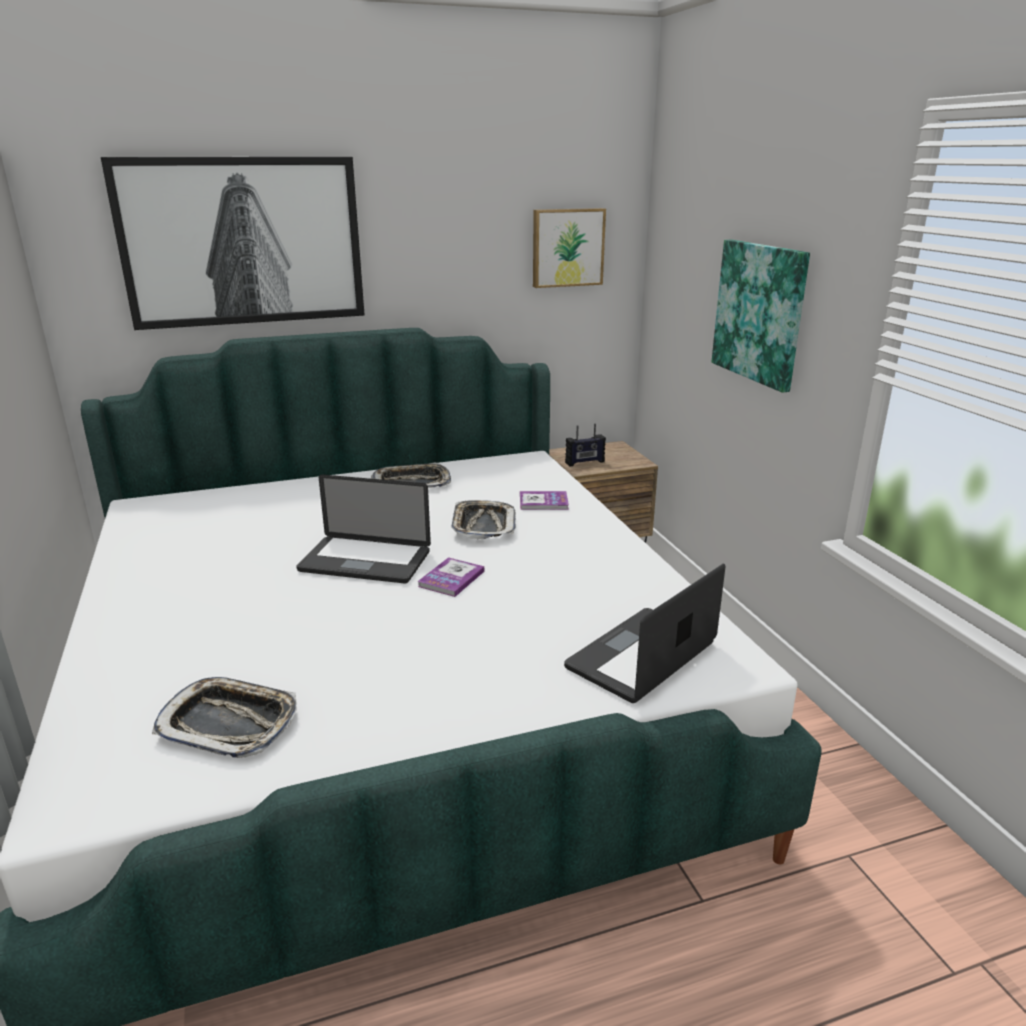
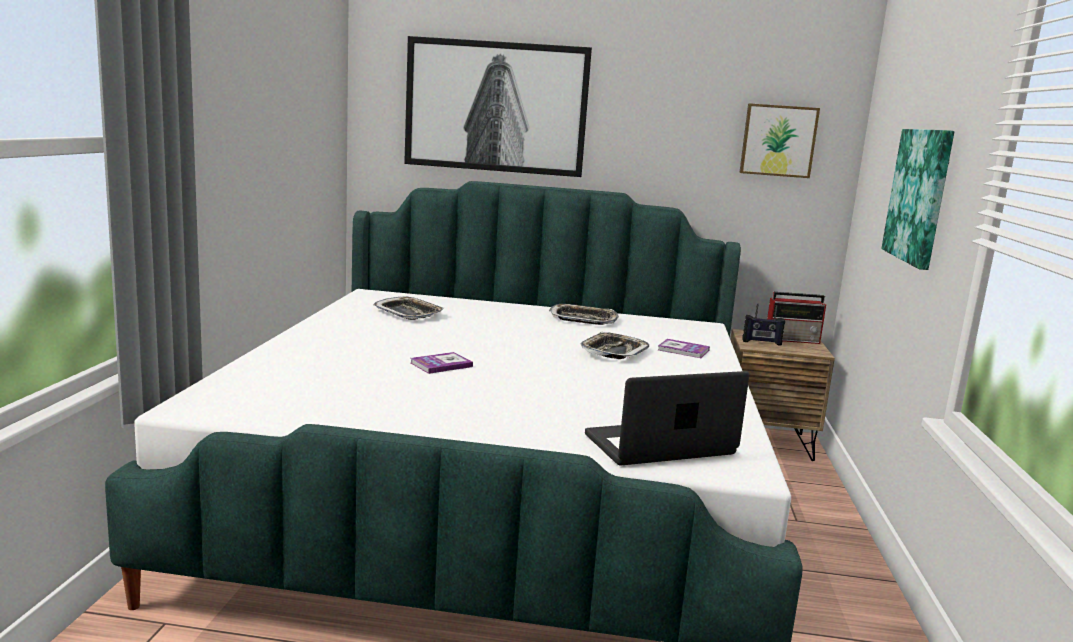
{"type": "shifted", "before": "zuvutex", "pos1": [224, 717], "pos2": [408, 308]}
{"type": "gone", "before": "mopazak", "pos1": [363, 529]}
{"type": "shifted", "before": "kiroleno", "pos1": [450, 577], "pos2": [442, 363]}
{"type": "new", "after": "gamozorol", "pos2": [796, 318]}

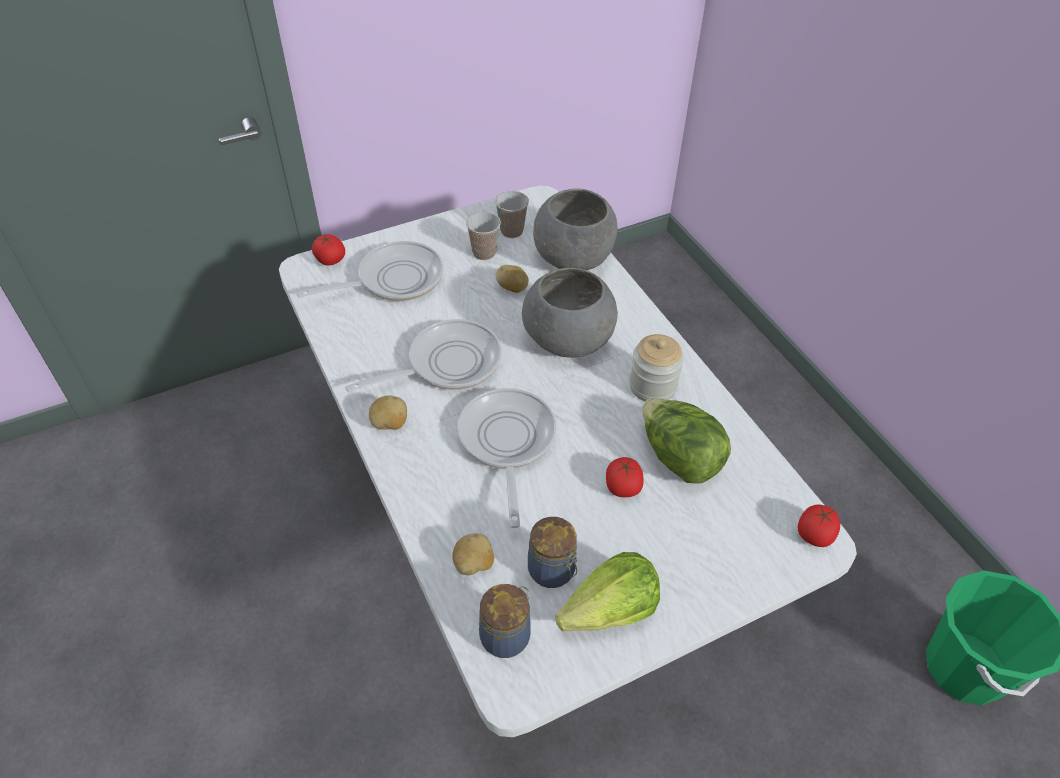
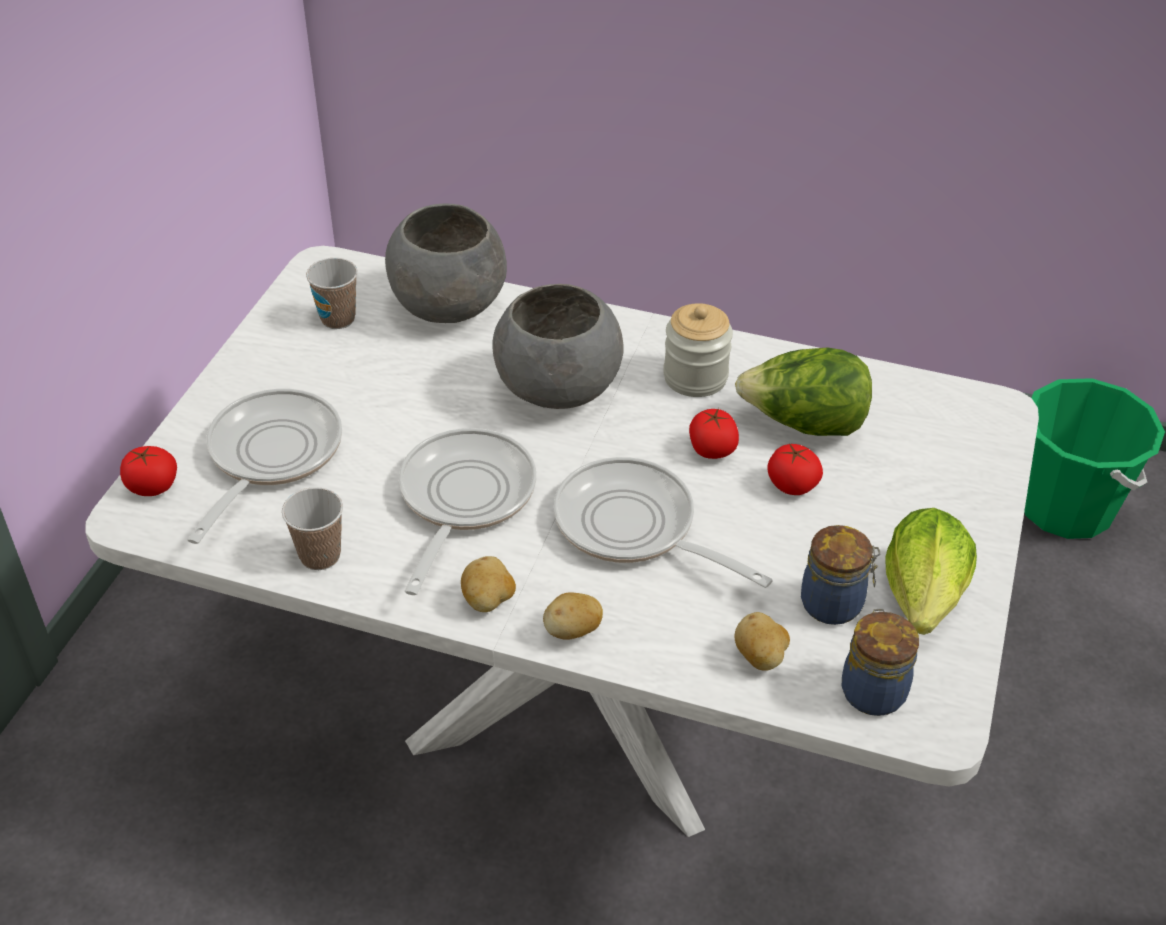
{"type": "shifted", "before": "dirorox", "pos1": [483, 236], "pos2": [312, 528]}
{"type": "shifted", "before": "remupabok", "pos1": [512, 279], "pos2": [573, 616]}
{"type": "shifted", "before": "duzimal", "pos1": [819, 526], "pos2": [714, 433]}

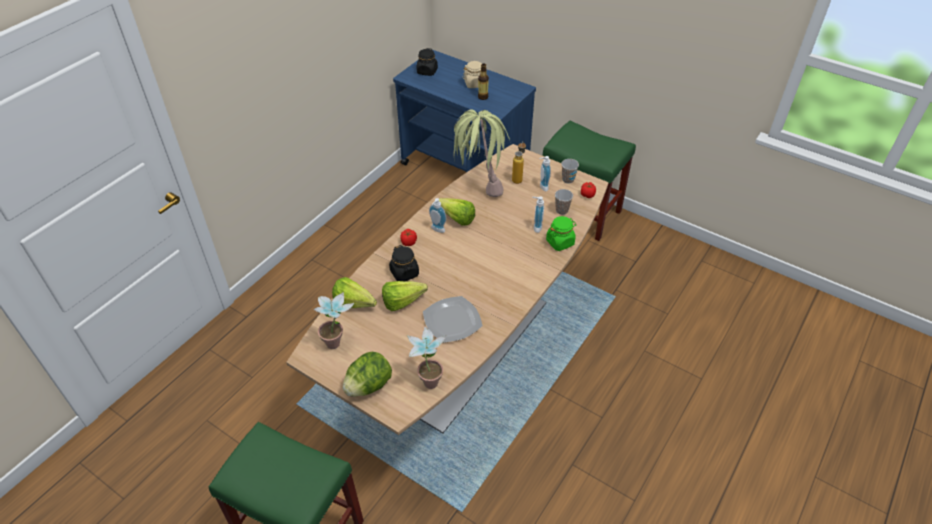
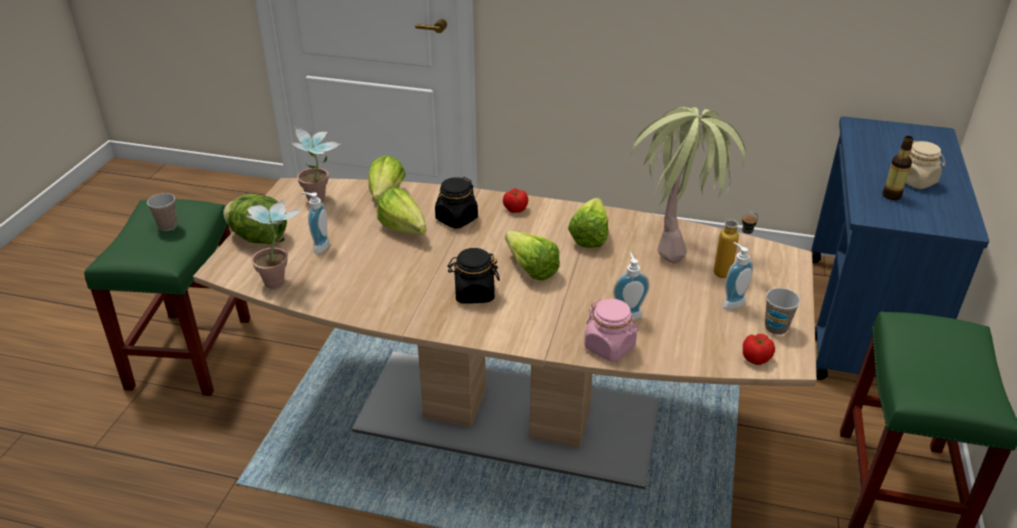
{"type": "shifted", "before": "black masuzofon", "pos1": [427, 62], "pos2": [474, 275]}
{"type": "gone", "before": "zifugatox", "pos1": [453, 319]}
{"type": "shifted", "before": "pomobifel", "pos1": [437, 215], "pos2": [315, 223]}
{"type": "repainted", "before": "green masuzofon", "after": "pink masuzofon", "pos1": [561, 233], "pos2": [611, 330]}
{"type": "shifted", "before": "dirorox", "pos1": [564, 202], "pos2": [162, 212]}
{"type": "new", "after": "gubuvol", "pos2": [532, 255]}

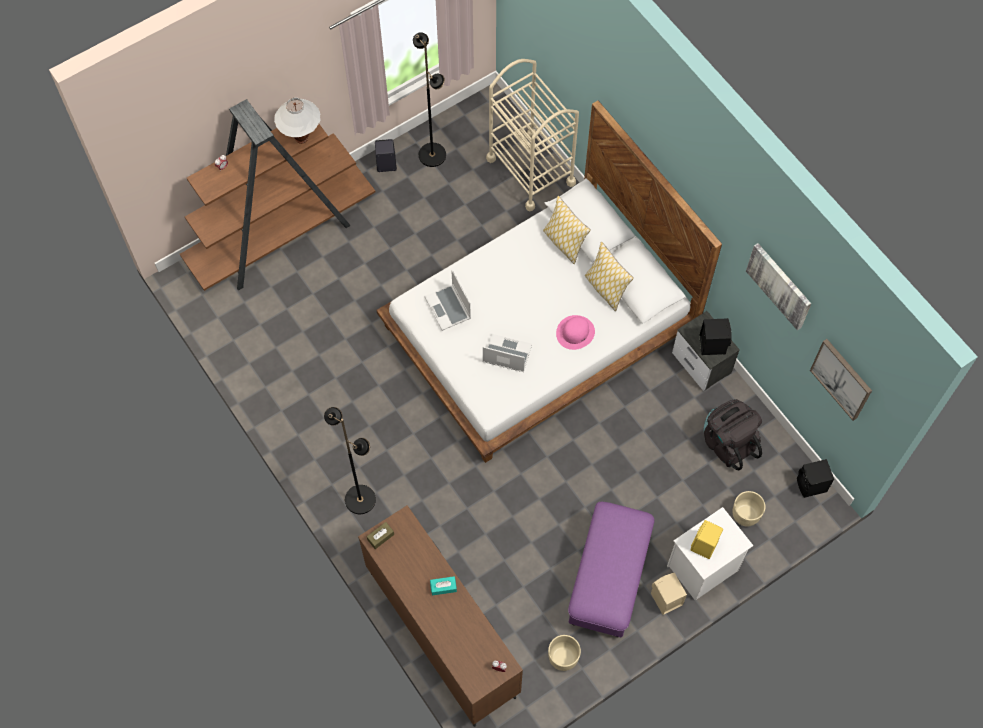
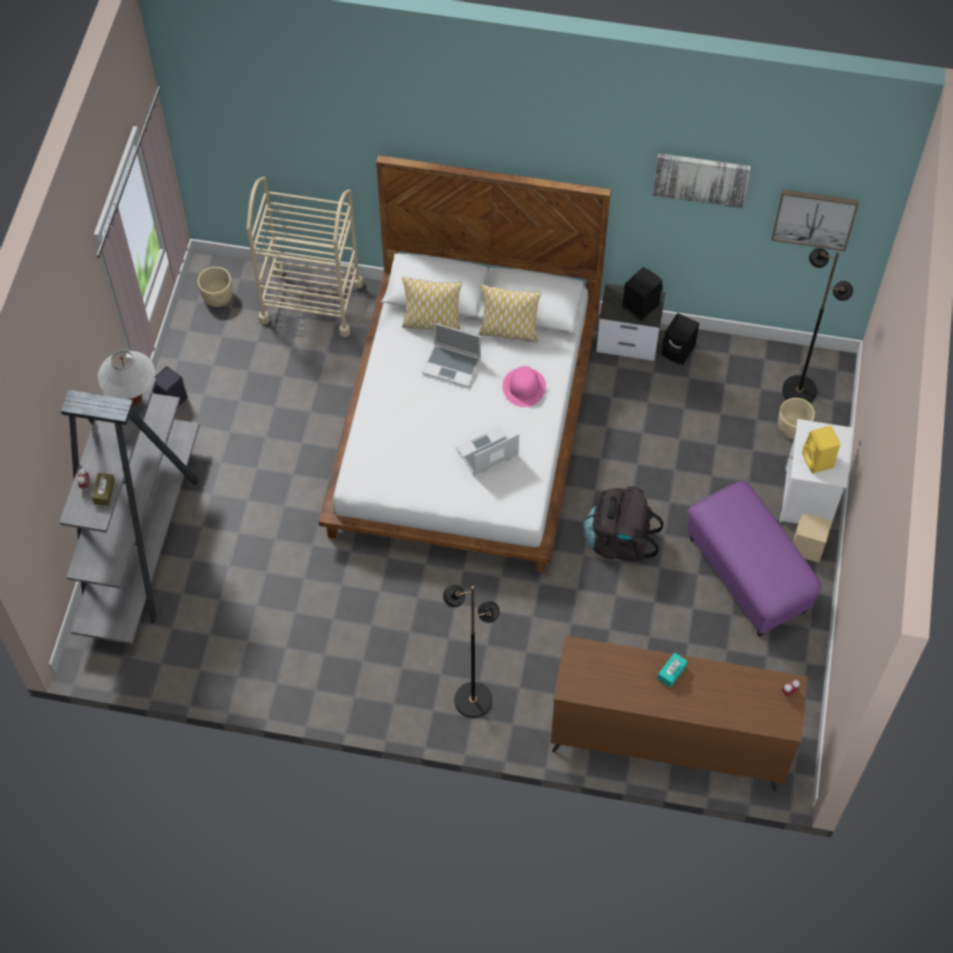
{"type": "repainted", "before": "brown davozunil", "after": "grey davozunil", "pos1": [278, 195], "pos2": [129, 511]}
{"type": "shifted", "before": "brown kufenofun", "pos1": [380, 535], "pos2": [103, 489]}
{"type": "shifted", "before": "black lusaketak", "pos1": [429, 99], "pos2": [817, 325]}
{"type": "shifted", "before": "mopazak", "pos1": [447, 300], "pos2": [451, 355]}
{"type": "shifted", "before": "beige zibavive", "pos1": [564, 653], "pos2": [215, 287]}
{"type": "shifted", "before": "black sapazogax", "pos1": [733, 434], "pos2": [623, 524]}
{"type": "shifted", "before": "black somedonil", "pos1": [815, 478], "pos2": [680, 339]}

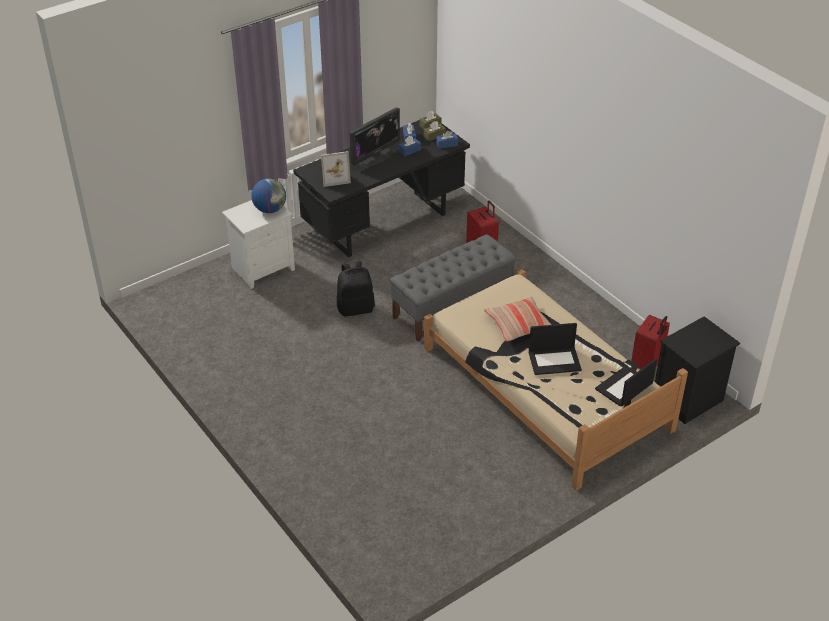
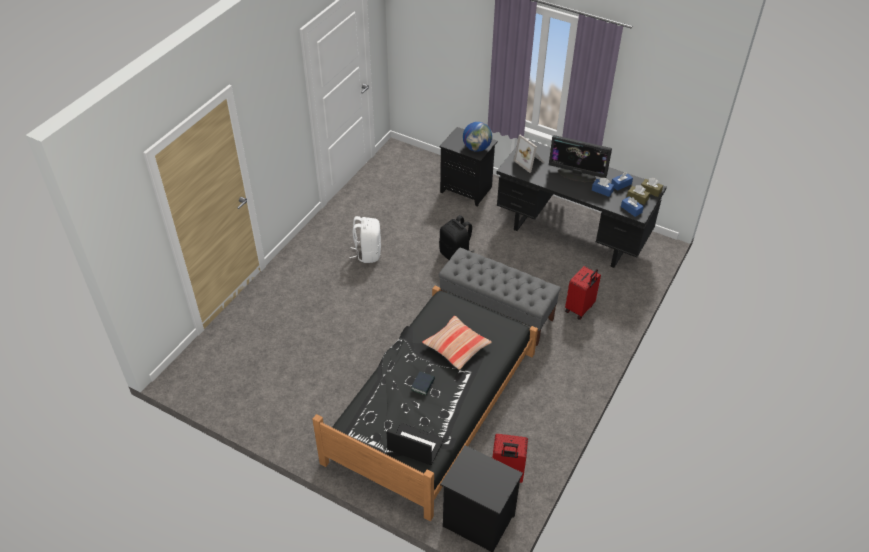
{"type": "repainted", "before": "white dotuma", "after": "black dotuma", "pos1": [258, 244], "pos2": [468, 167]}
{"type": "repainted", "before": "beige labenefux", "after": "black labenefux", "pos1": [556, 380], "pos2": [425, 403]}
{"type": "swapped", "before": "mopazak", "after": "kiroleno", "pos1": [555, 349], "pos2": [423, 383]}
{"type": "new", "after": "white sapazogax", "pos2": [365, 239]}

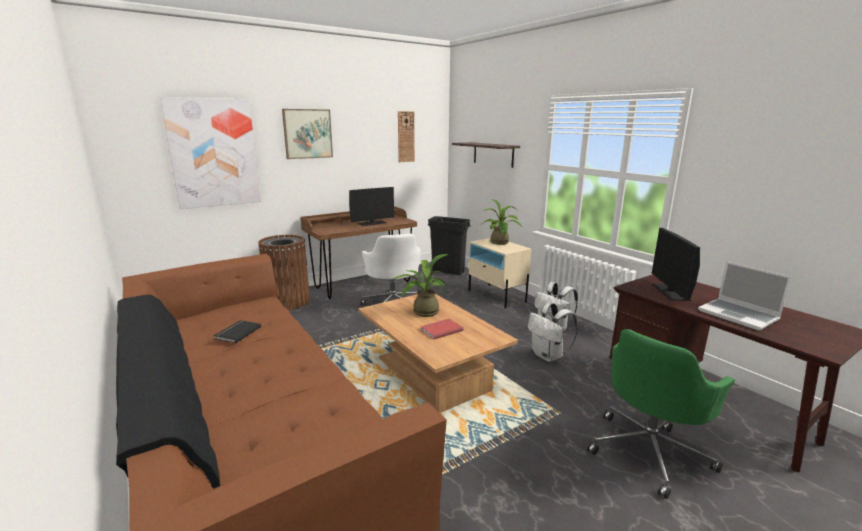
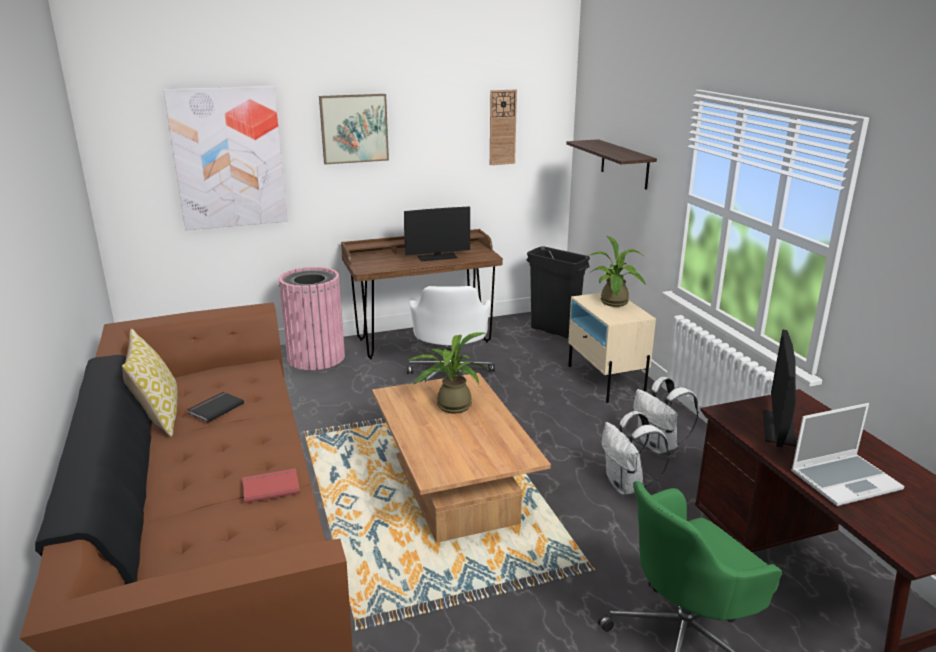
{"type": "repainted", "before": "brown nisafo", "after": "pink nisafo", "pos1": [284, 272], "pos2": [312, 318]}
{"type": "shifted", "before": "red kiroleno", "pos1": [441, 329], "pos2": [271, 485]}
{"type": "rotated", "before": "mopazak", "pos1": [744, 296], "pos2": [847, 454], "turn": -90}
{"type": "new", "after": "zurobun", "pos2": [150, 383]}

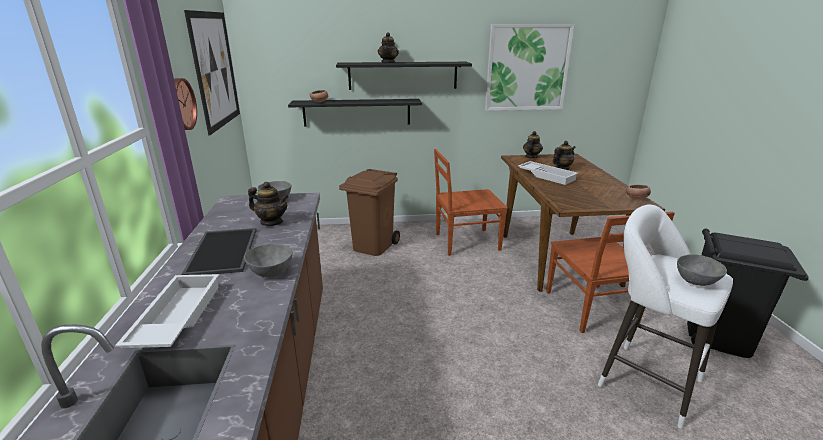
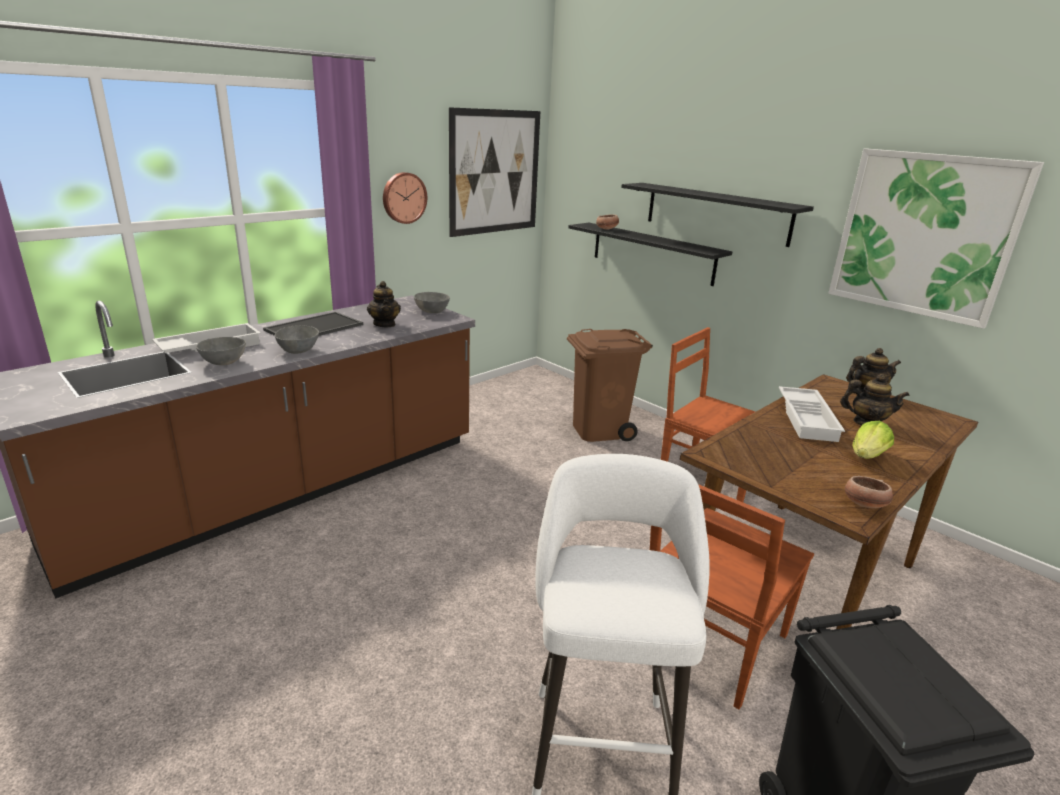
{"type": "gone", "before": "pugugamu", "pos1": [388, 47]}
{"type": "shifted", "before": "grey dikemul", "pos1": [702, 270], "pos2": [221, 351]}
{"type": "new", "after": "gubuvol", "pos2": [873, 440]}

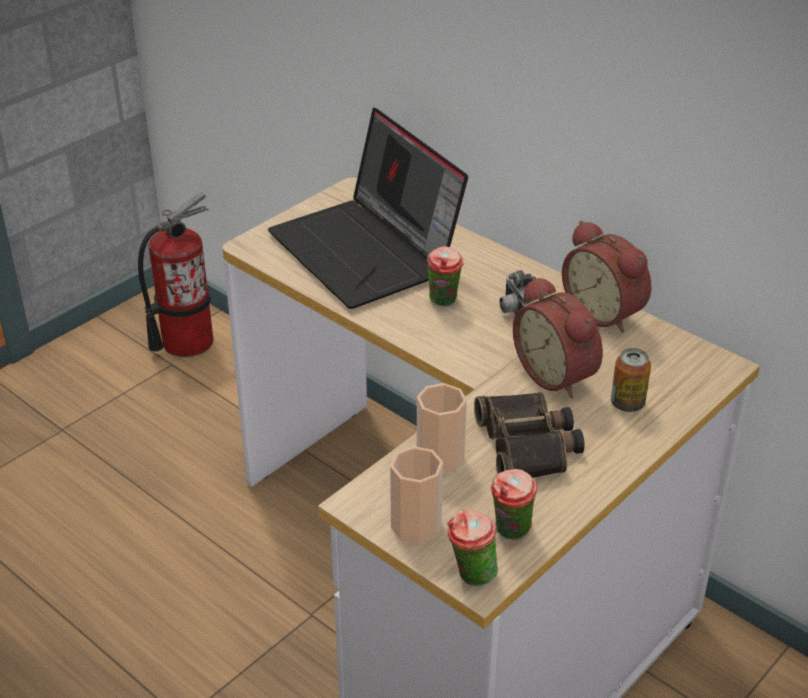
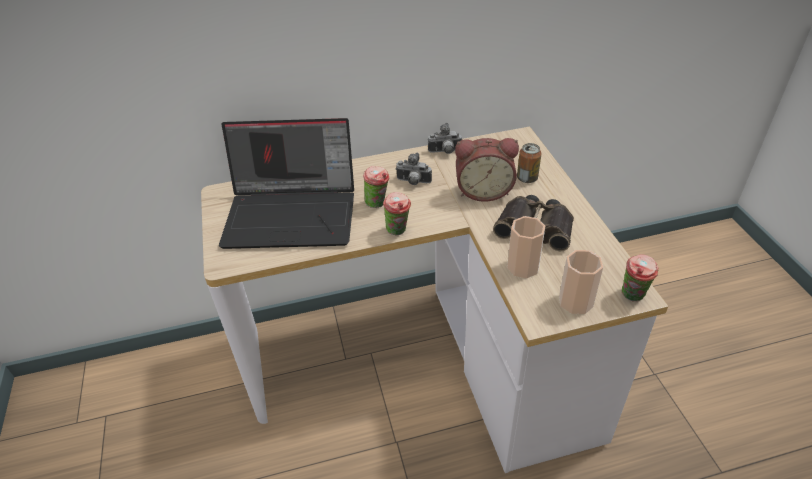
{"type": "gone", "before": "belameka", "pos1": [175, 274]}
{"type": "shifted", "before": "dirorox", "pos1": [514, 504], "pos2": [397, 213]}
{"type": "swapped", "before": "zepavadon", "after": "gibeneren", "pos1": [606, 276], "pos2": [445, 138]}

